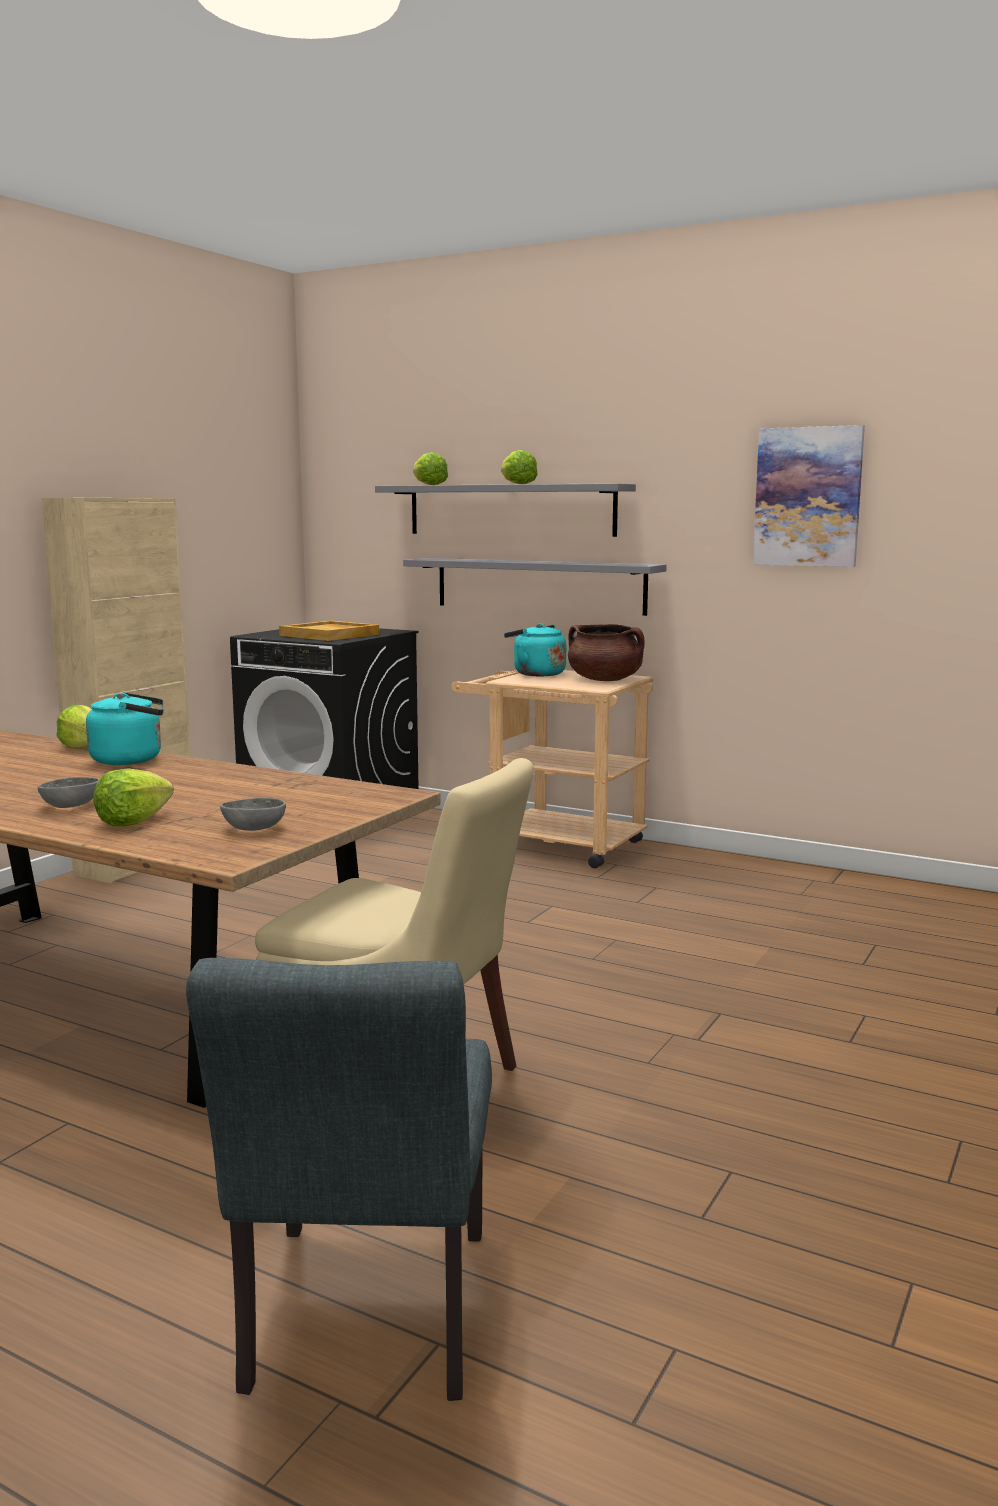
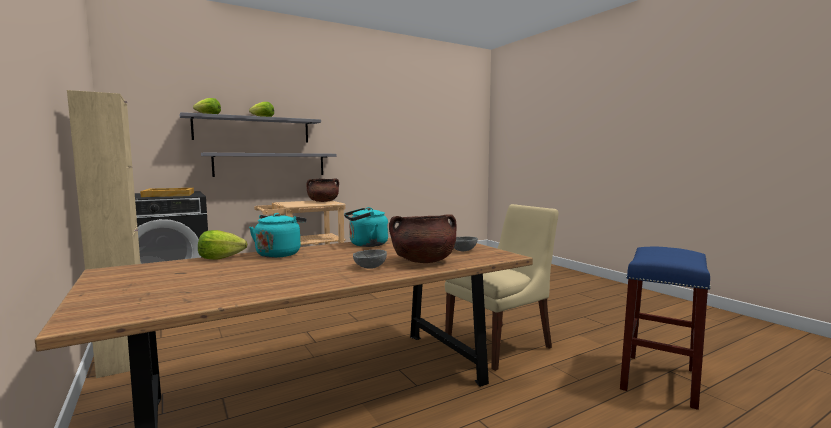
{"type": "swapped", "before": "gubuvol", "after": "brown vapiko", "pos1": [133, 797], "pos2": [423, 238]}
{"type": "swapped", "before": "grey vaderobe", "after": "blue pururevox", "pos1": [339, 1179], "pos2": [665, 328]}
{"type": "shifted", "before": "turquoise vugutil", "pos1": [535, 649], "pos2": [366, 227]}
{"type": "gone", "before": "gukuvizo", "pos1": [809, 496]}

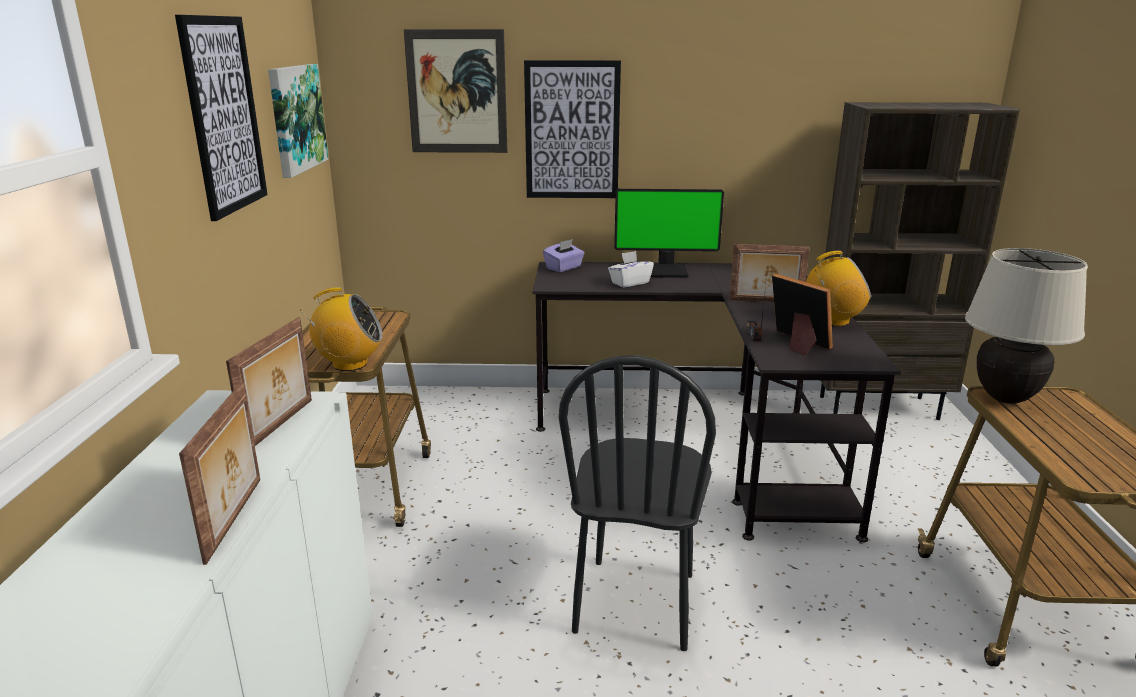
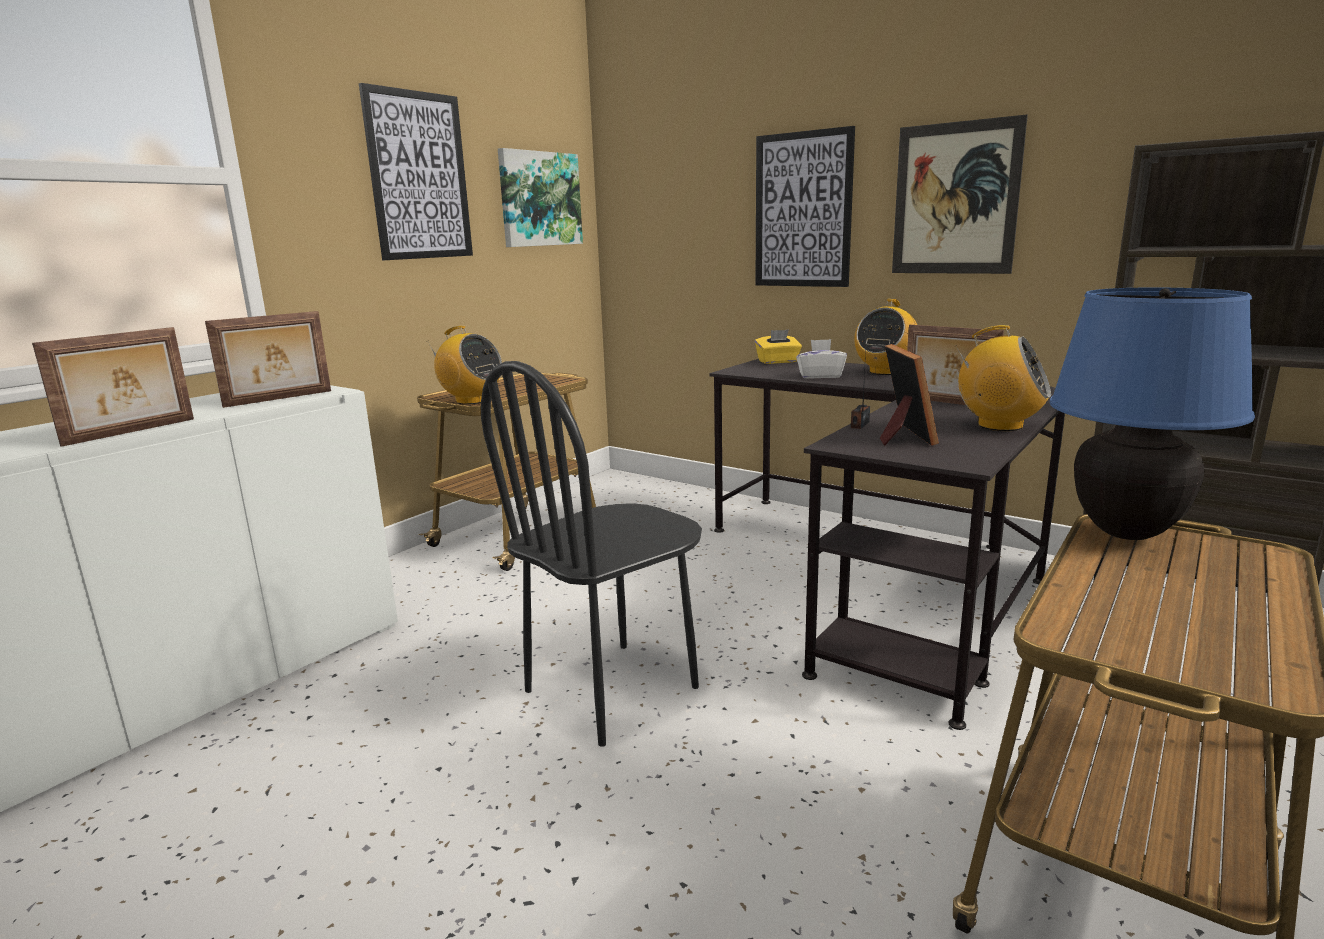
{"type": "shifted", "before": "gukuvizo", "pos1": [456, 91], "pos2": [960, 194]}
{"type": "repainted", "before": "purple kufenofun", "after": "yellow kufenofun", "pos1": [563, 255], "pos2": [778, 347]}
{"type": "swapped", "before": "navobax", "after": "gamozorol", "pos1": [669, 233], "pos2": [885, 337]}
{"type": "repainted", "before": "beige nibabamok", "after": "blue nibabamok", "pos1": [1026, 326], "pos2": [1152, 413]}

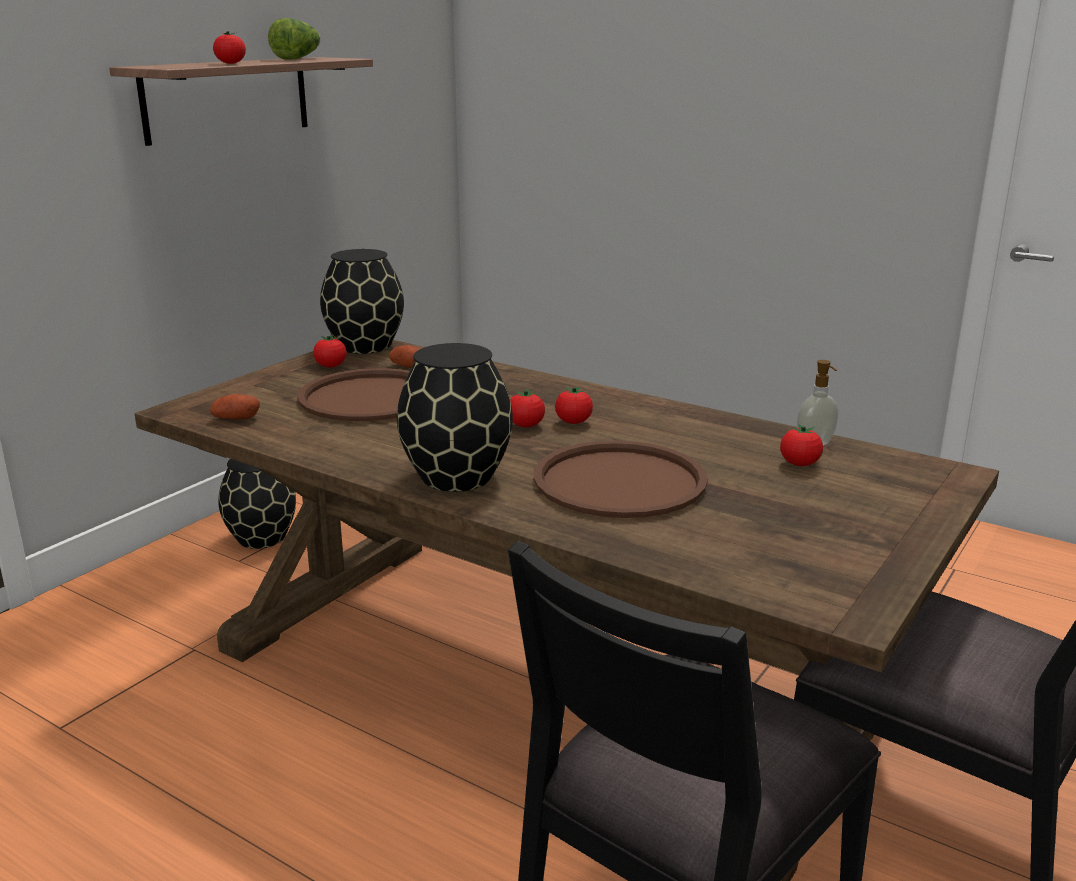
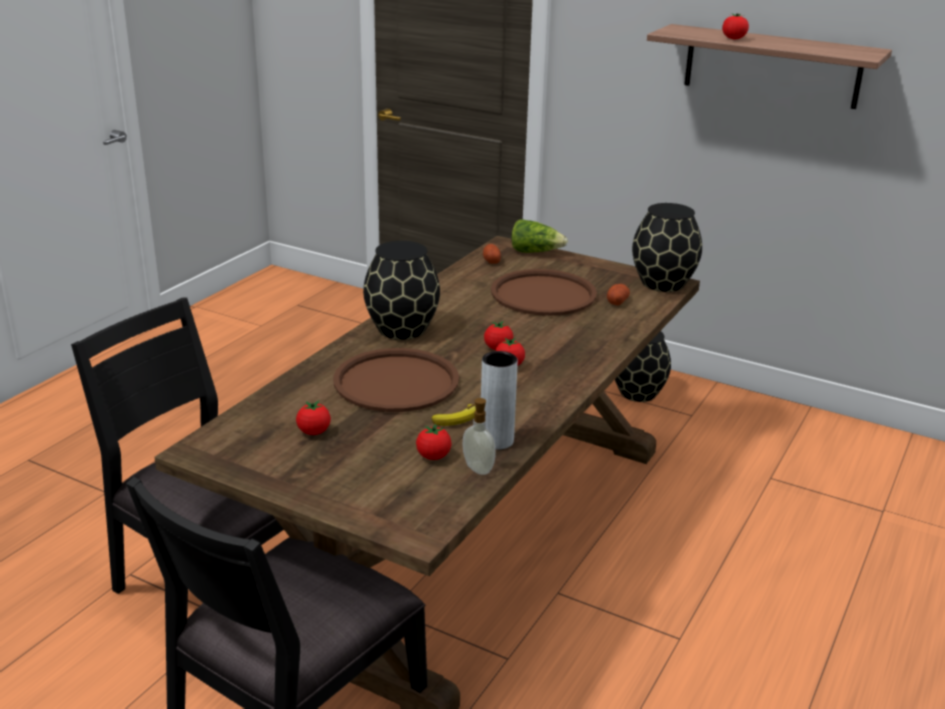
{"type": "shifted", "before": "gubuvol", "pos1": [294, 39], "pos2": [539, 236]}
{"type": "shifted", "before": "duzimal", "pos1": [330, 351], "pos2": [313, 418]}
{"type": "new", "after": "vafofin", "pos2": [454, 415]}
{"type": "new", "after": "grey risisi", "pos2": [499, 400]}

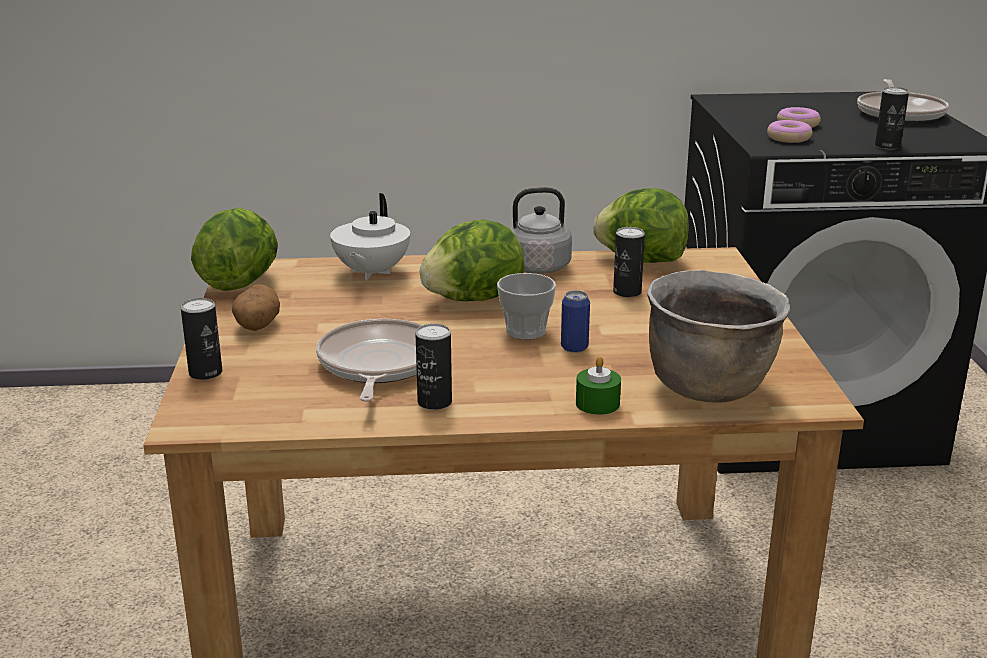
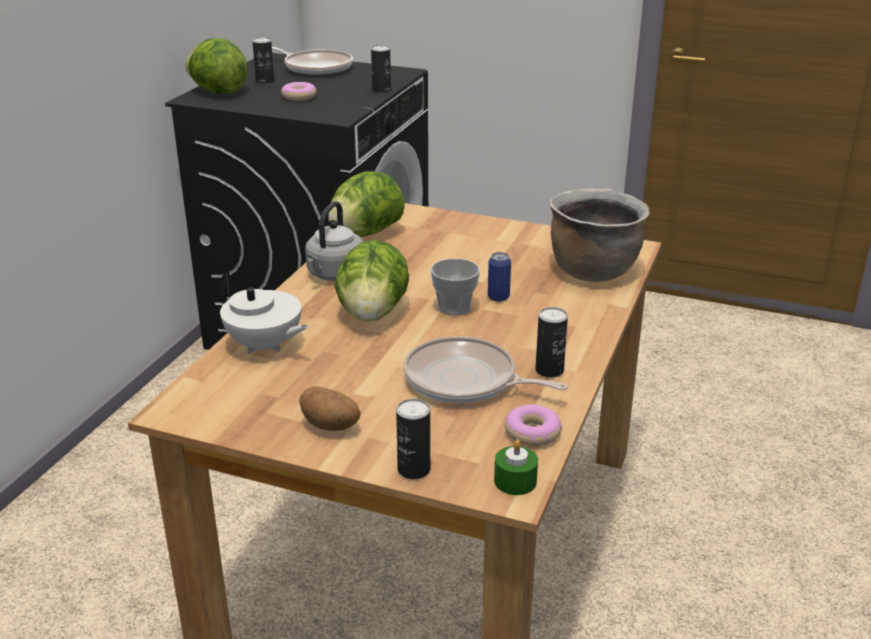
{"type": "shifted", "before": "gubuvol", "pos1": [234, 249], "pos2": [216, 65]}
{"type": "shifted", "before": "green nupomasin", "pos1": [598, 385], "pos2": [516, 467]}
{"type": "shifted", "before": "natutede", "pos1": [629, 262], "pos2": [263, 60]}
{"type": "shifted", "before": "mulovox", "pos1": [789, 131], "pos2": [533, 425]}

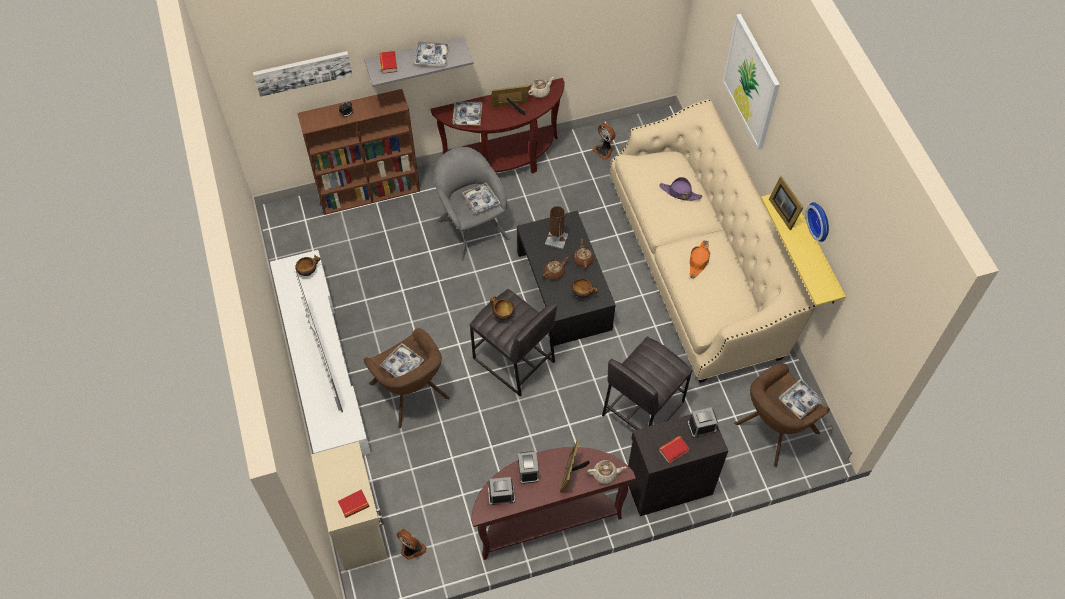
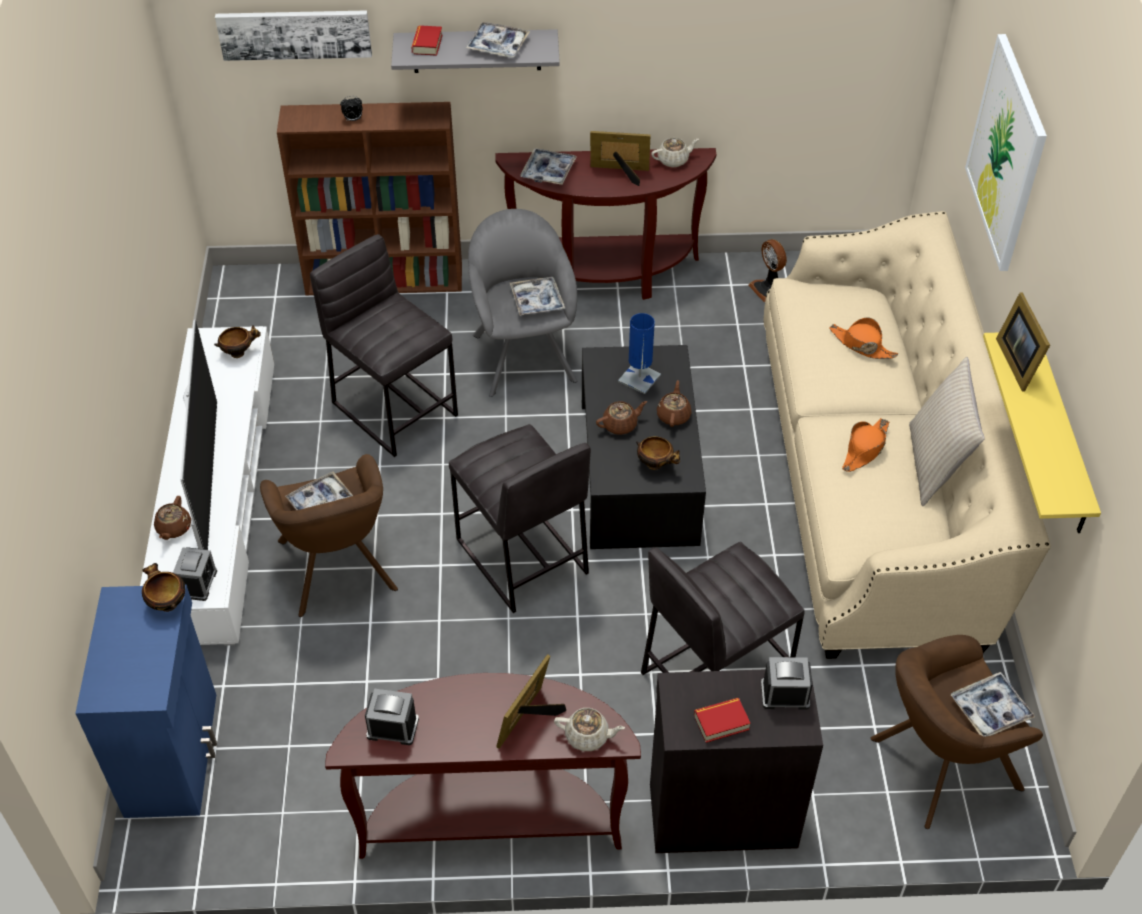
{"type": "repainted", "before": "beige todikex", "after": "blue todikex", "pos1": [349, 506], "pos2": [146, 701]}
{"type": "gone", "before": "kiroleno", "pos1": [354, 503]}
{"type": "gone", "before": "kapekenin", "pos1": [412, 544]}
{"type": "shifted", "before": "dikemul", "pos1": [502, 308], "pos2": [163, 587]}
{"type": "shifted", "before": "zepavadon", "pos1": [528, 467], "pos2": [195, 574]}
{"type": "repainted", "before": "brown nibabamok", "after": "blue nibabamok", "pos1": [556, 227], "pos2": [639, 353]}
{"type": "repainted", "before": "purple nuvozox", "after": "orange nuvozox", "pos1": [680, 189], "pos2": [863, 338]}
{"type": "gone", "before": "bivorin", "pos1": [817, 222]}
{"type": "new", "after": "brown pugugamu", "pos2": [172, 518]}
{"type": "new", "after": "grey pururevox", "pos2": [384, 345]}
{"type": "new", "after": "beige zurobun", "pos2": [947, 431]}

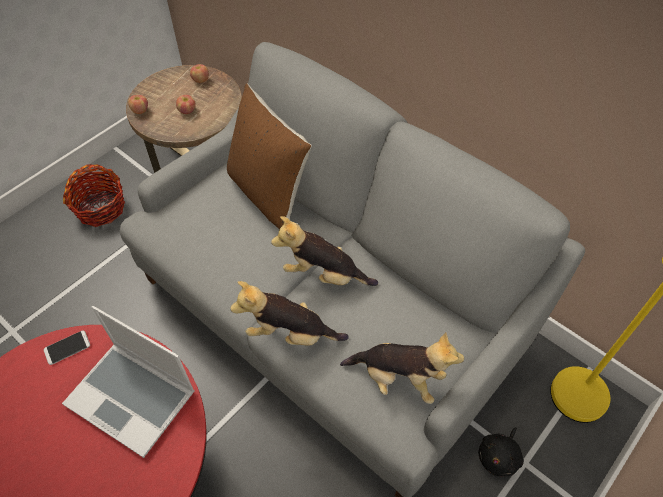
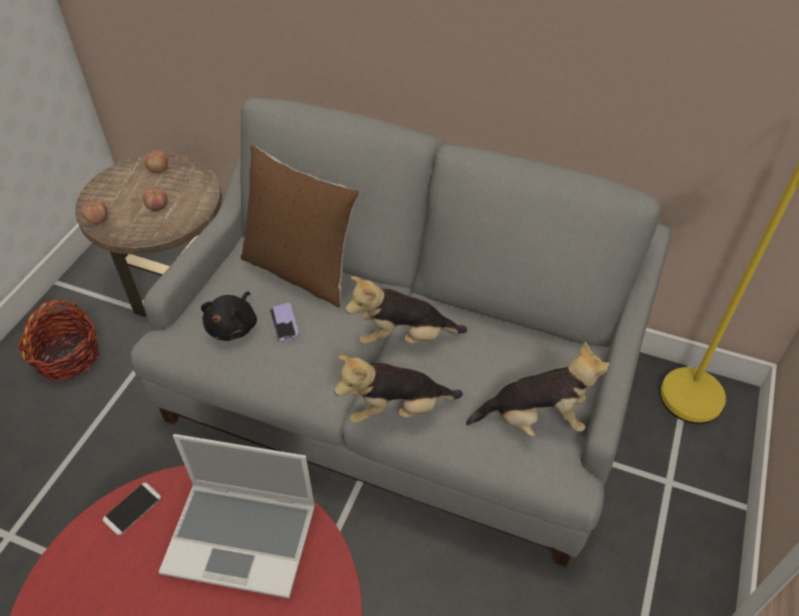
{"type": "shifted", "before": "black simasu", "pos1": [501, 451], "pos2": [229, 316]}
{"type": "new", "after": "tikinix", "pos2": [284, 322]}

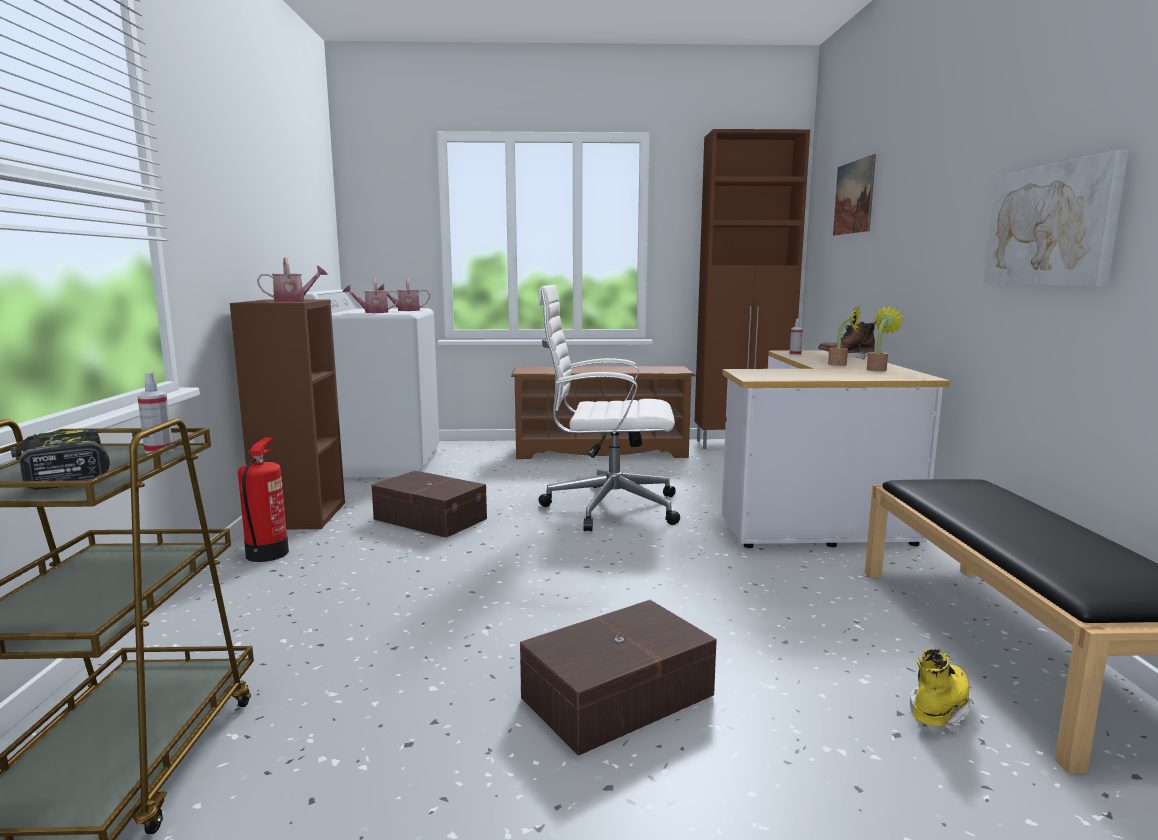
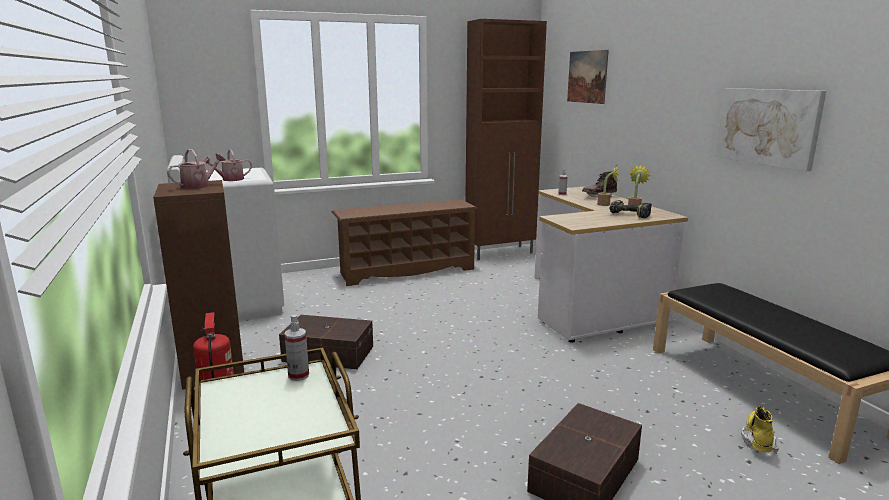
{"type": "shifted", "before": "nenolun", "pos1": [60, 459], "pos2": [631, 209]}
{"type": "gone", "before": "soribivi", "pos1": [403, 294]}
{"type": "gone", "before": "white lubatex", "pos1": [609, 408]}

